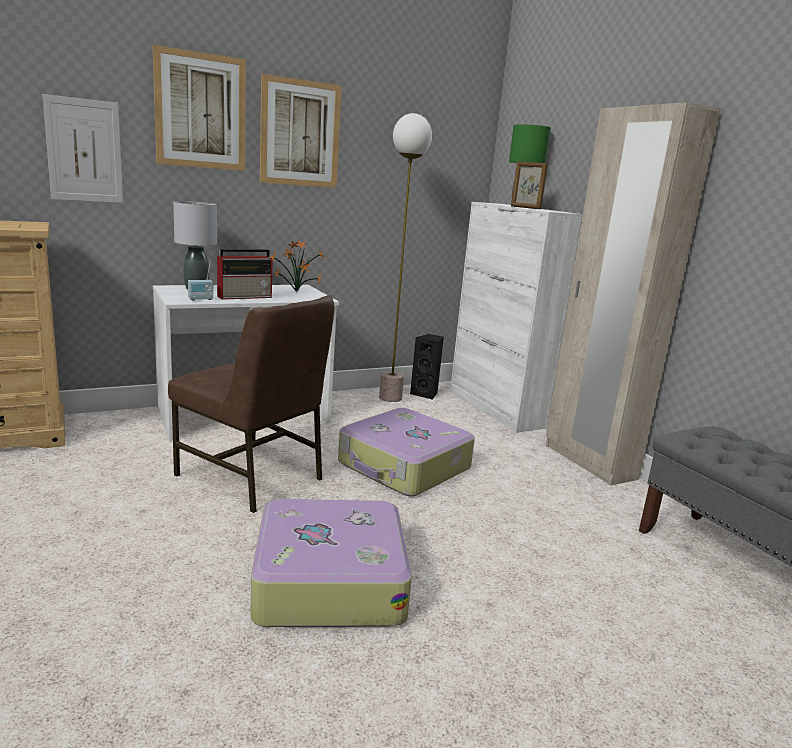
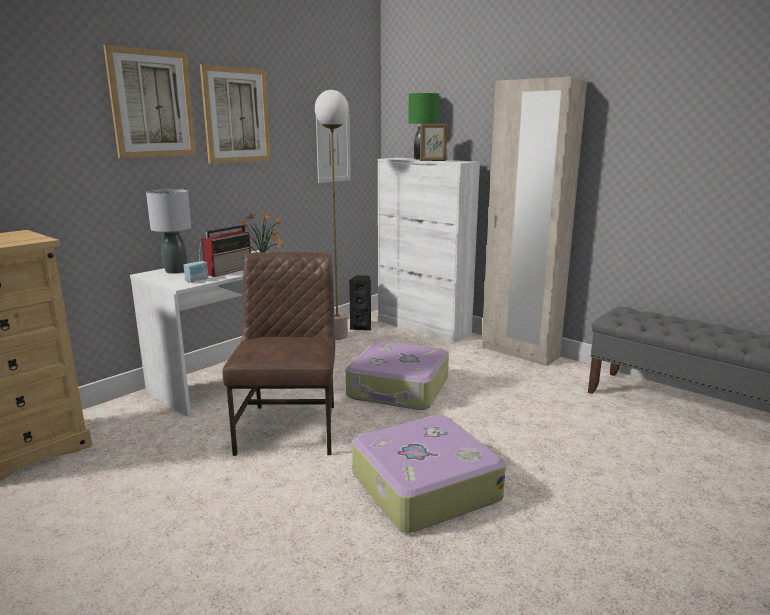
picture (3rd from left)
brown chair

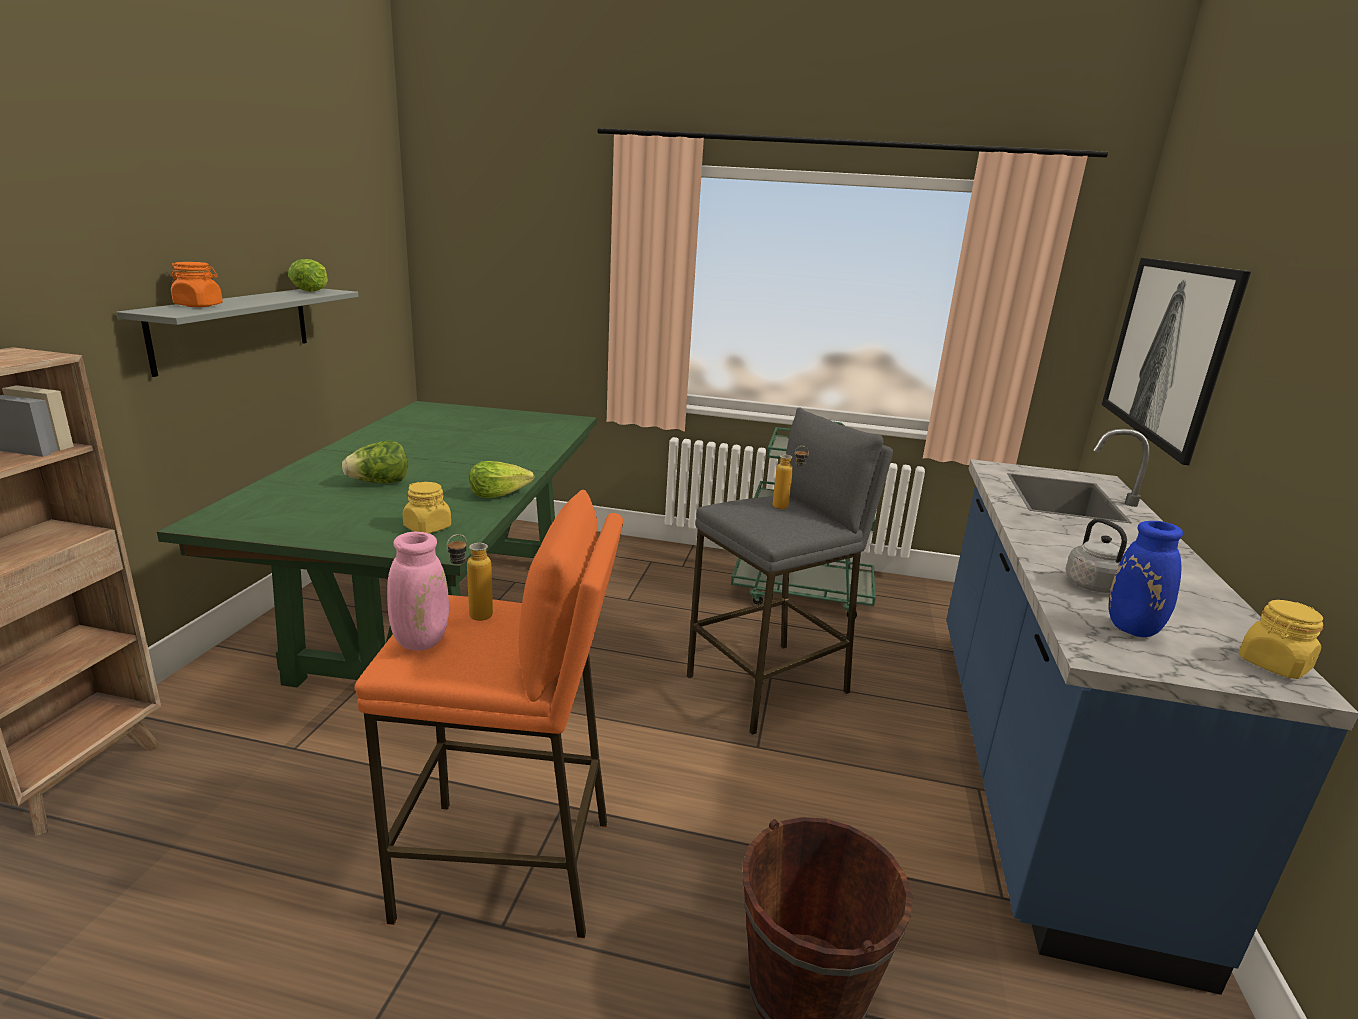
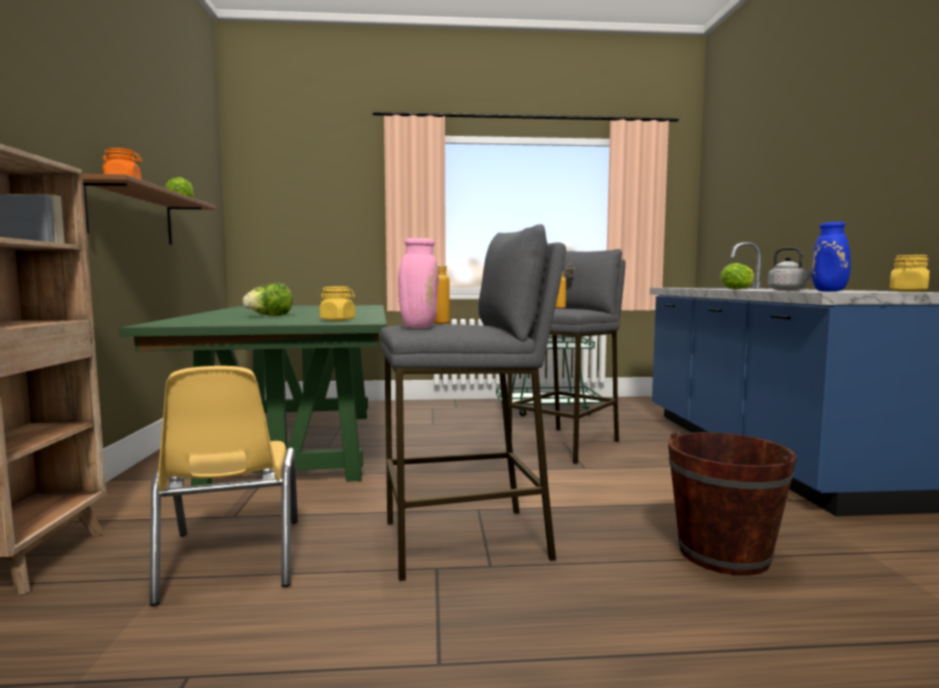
picture
yellow chair
lettuce (3rd from left)
brown shelf
grey stool (1st from left)

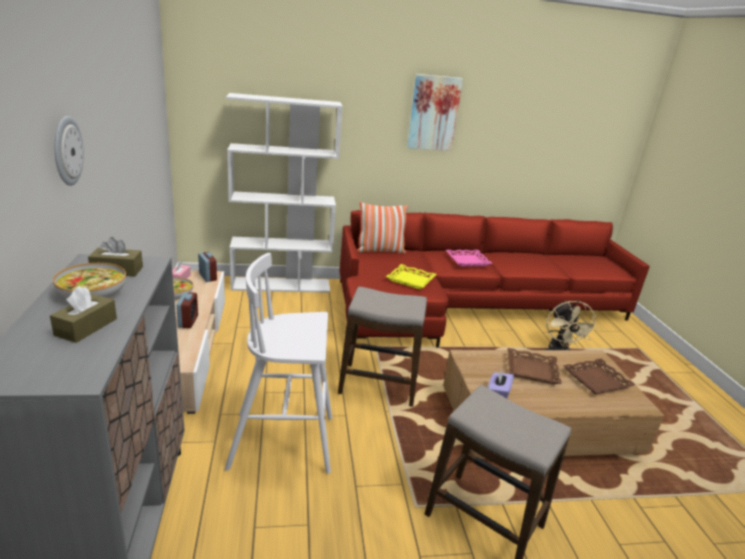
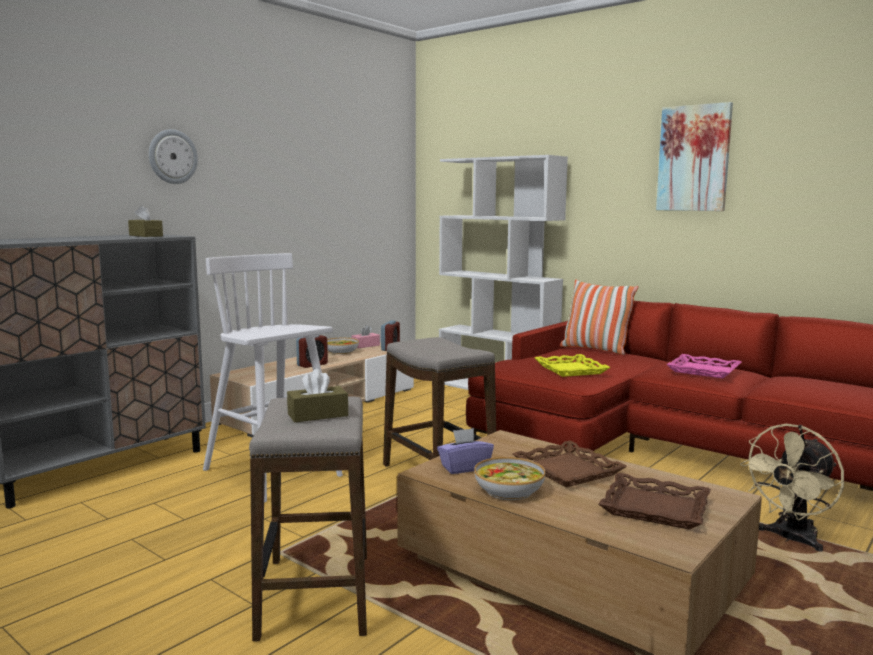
brown tissue box (2nd from left)
bowl (2nd from left)

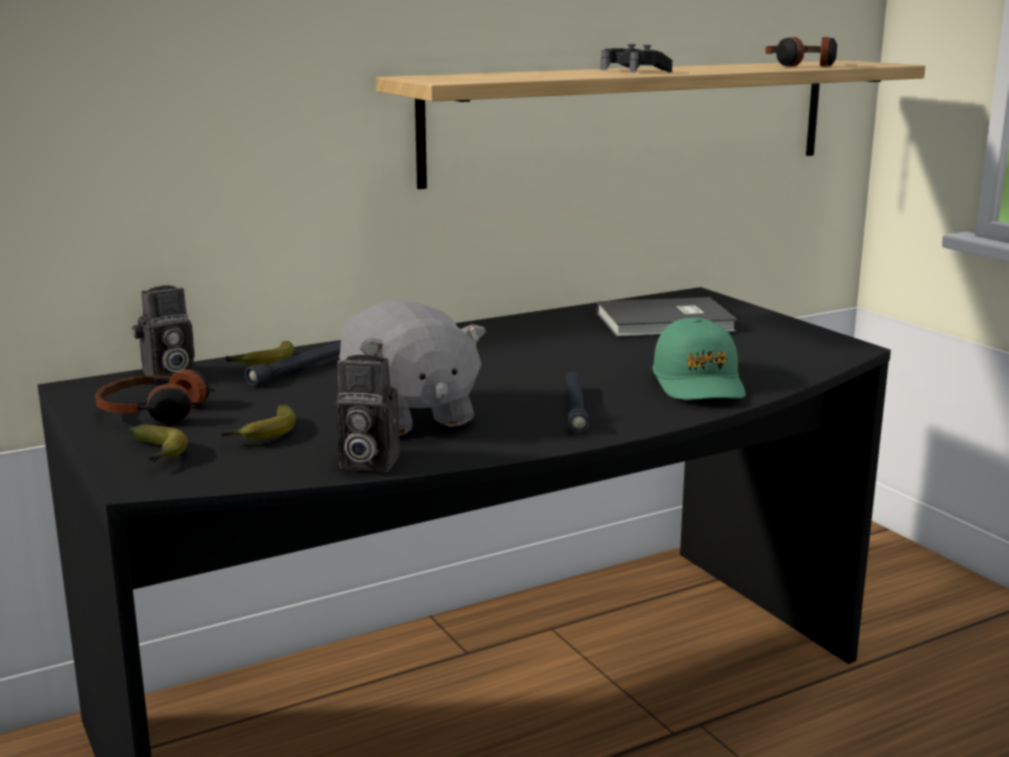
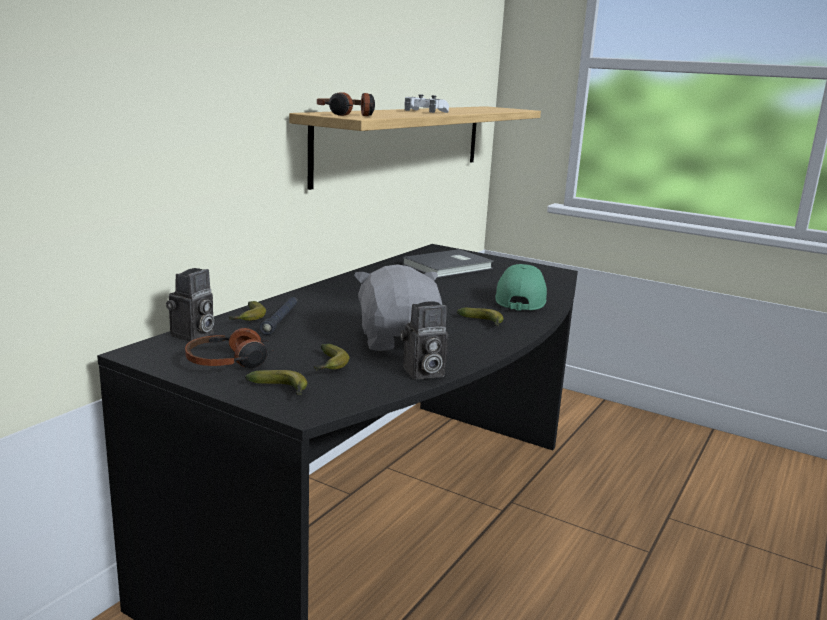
headphones (2nd from left)
banana (4th from left)
white game controller
grey plush toy
green cap

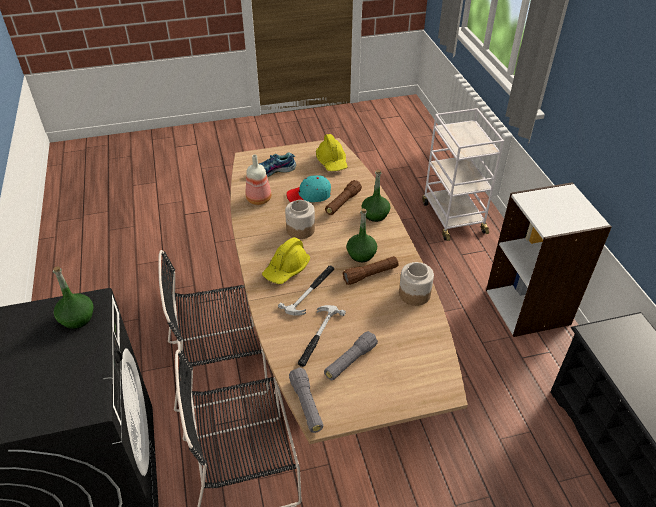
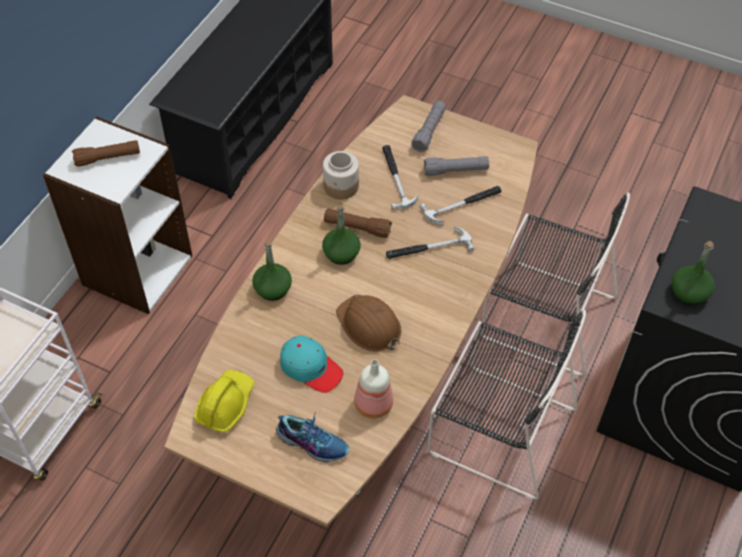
yellow hard hat (1st from left in the first image)
hammer (1st from left)
grey flashlight (1st from left)
brown flashlight (1st from left)
brown hard hat

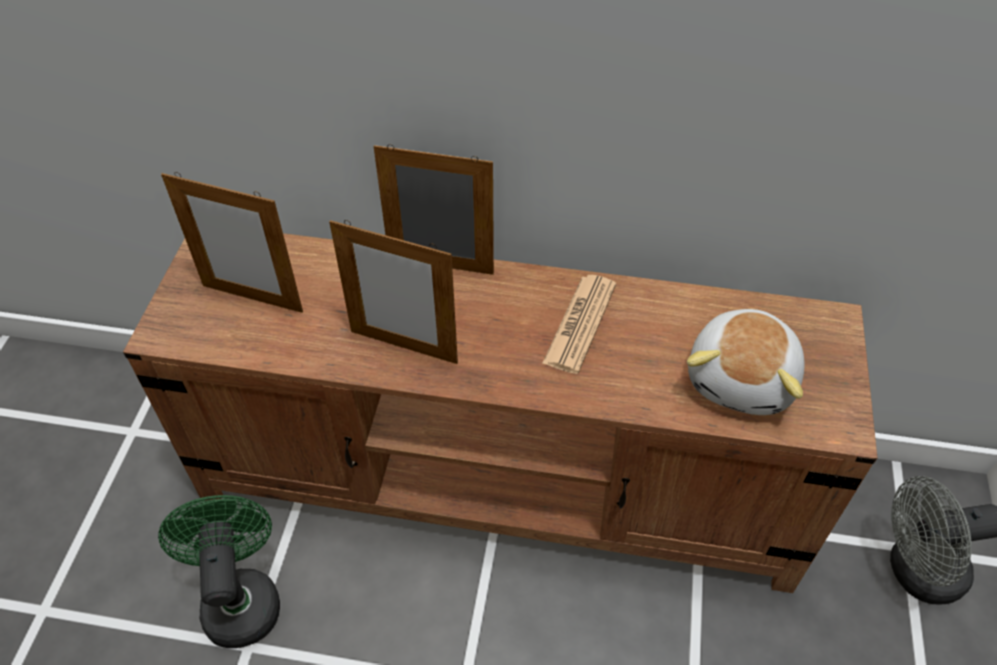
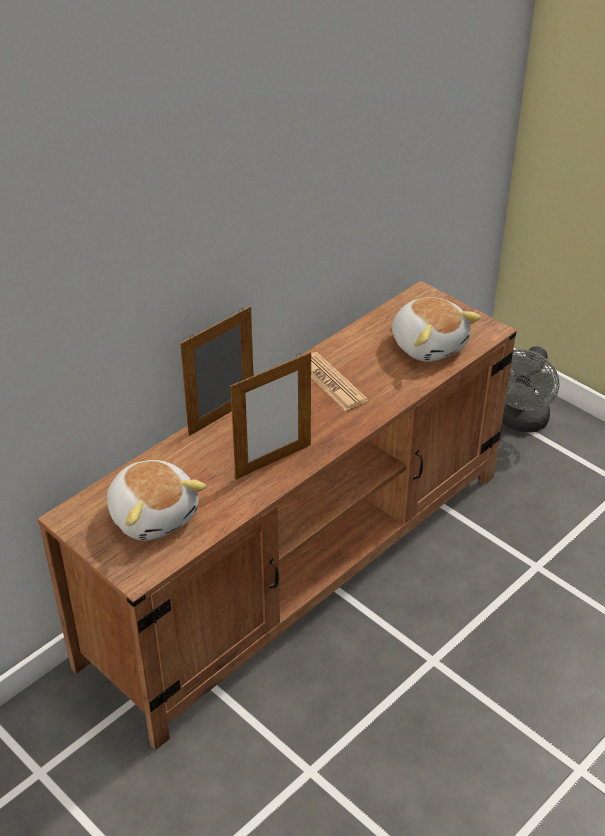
green fan
plush toy (1st from left)

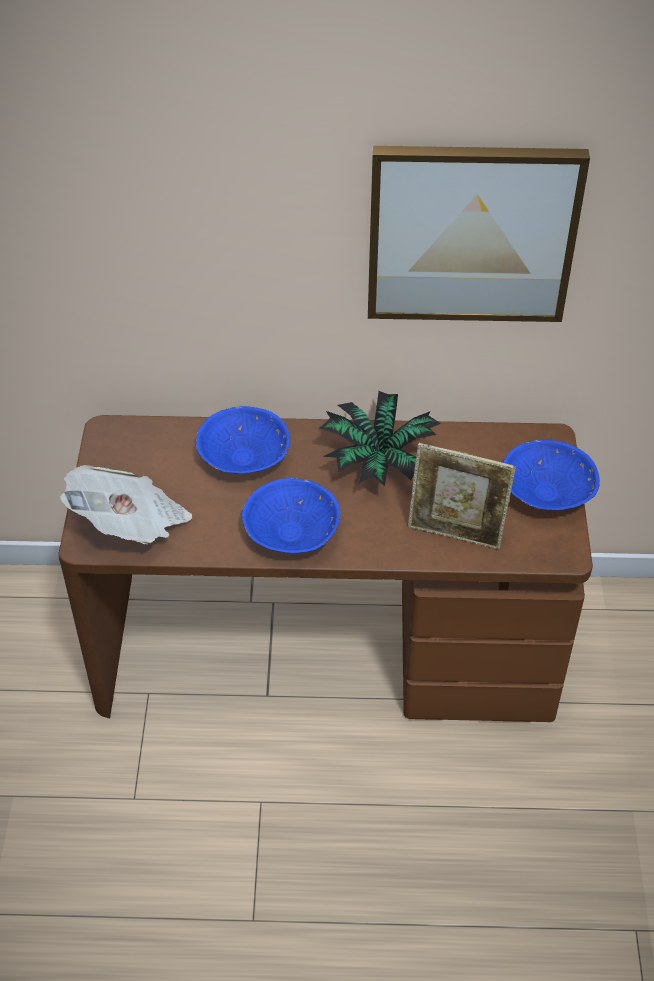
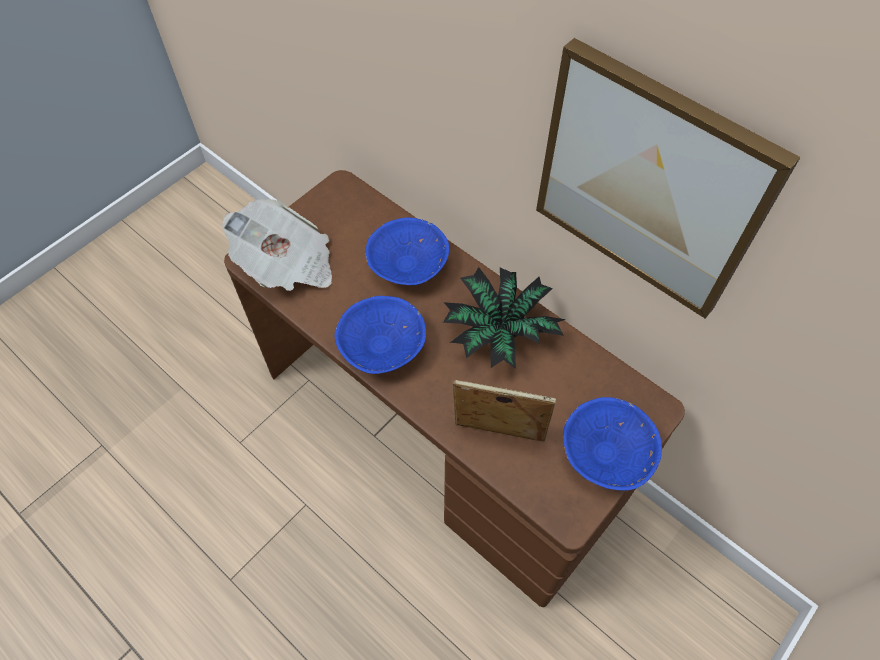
picture frame

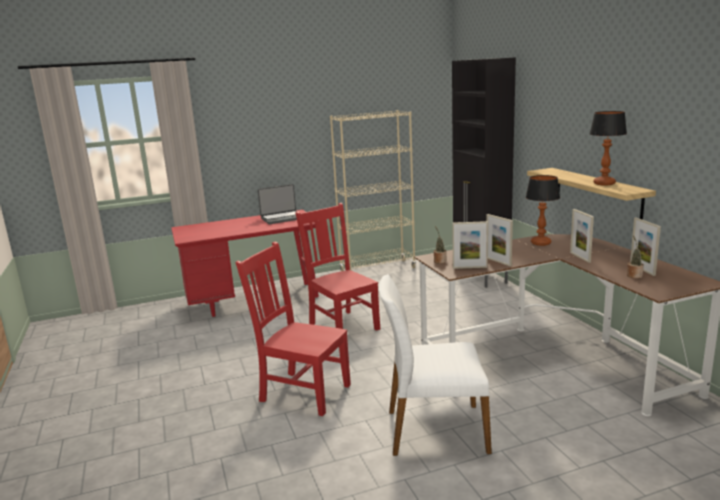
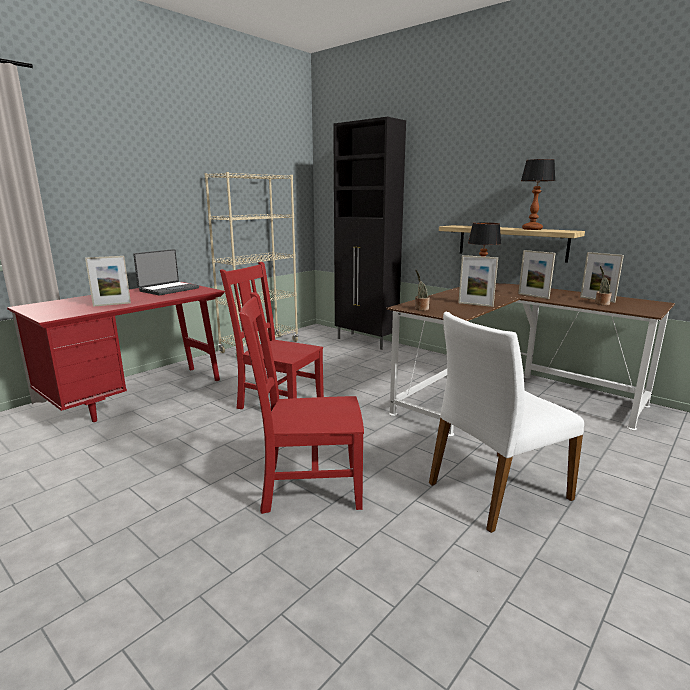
picture frame (1st from left)

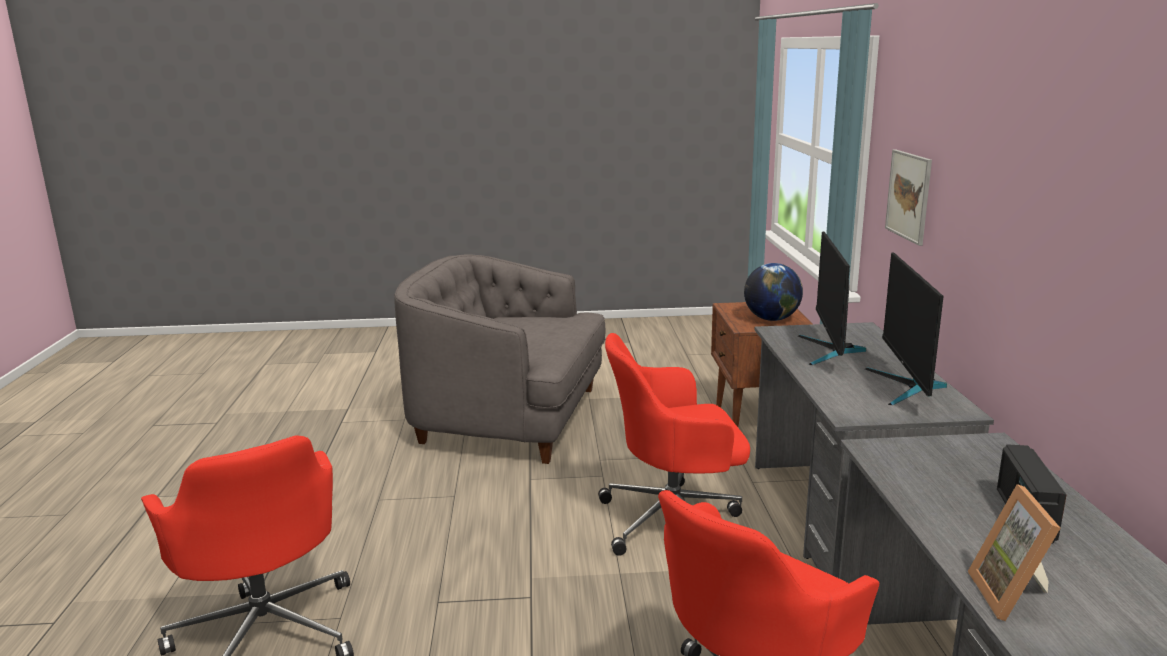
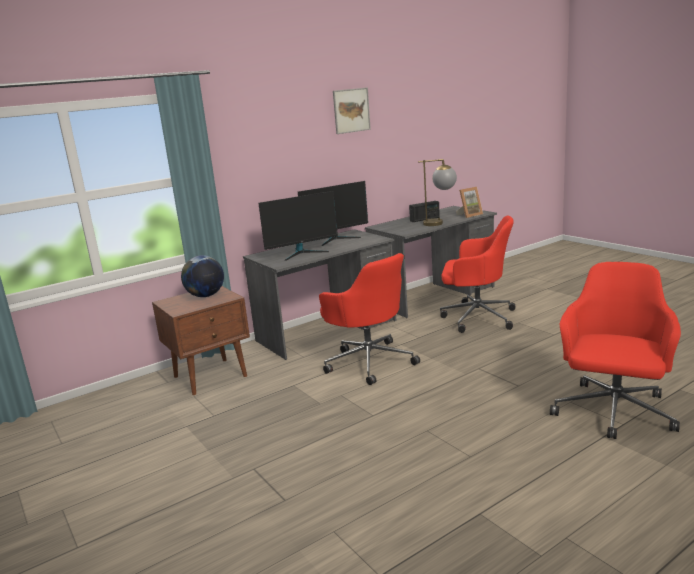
grey armchair
table lamp
picture

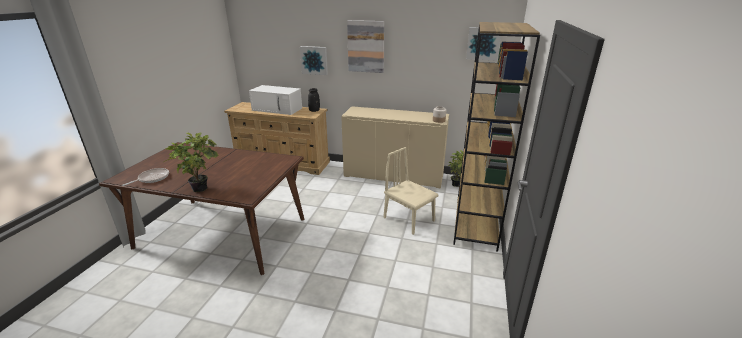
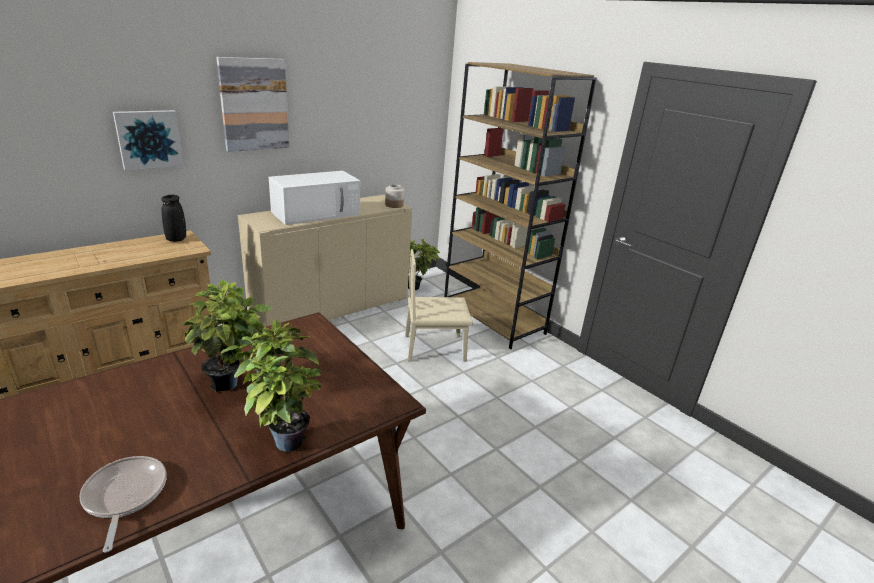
picture (3rd from left in the first image)
potted plant (1st from left)
white microwave

